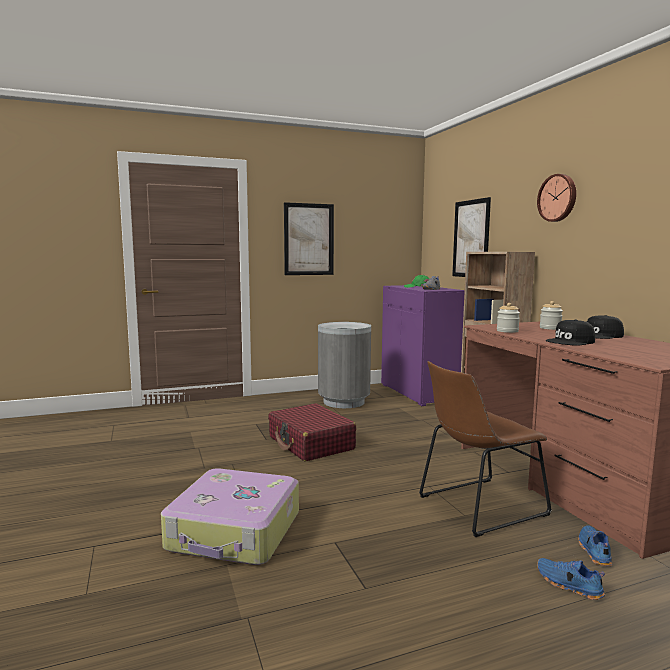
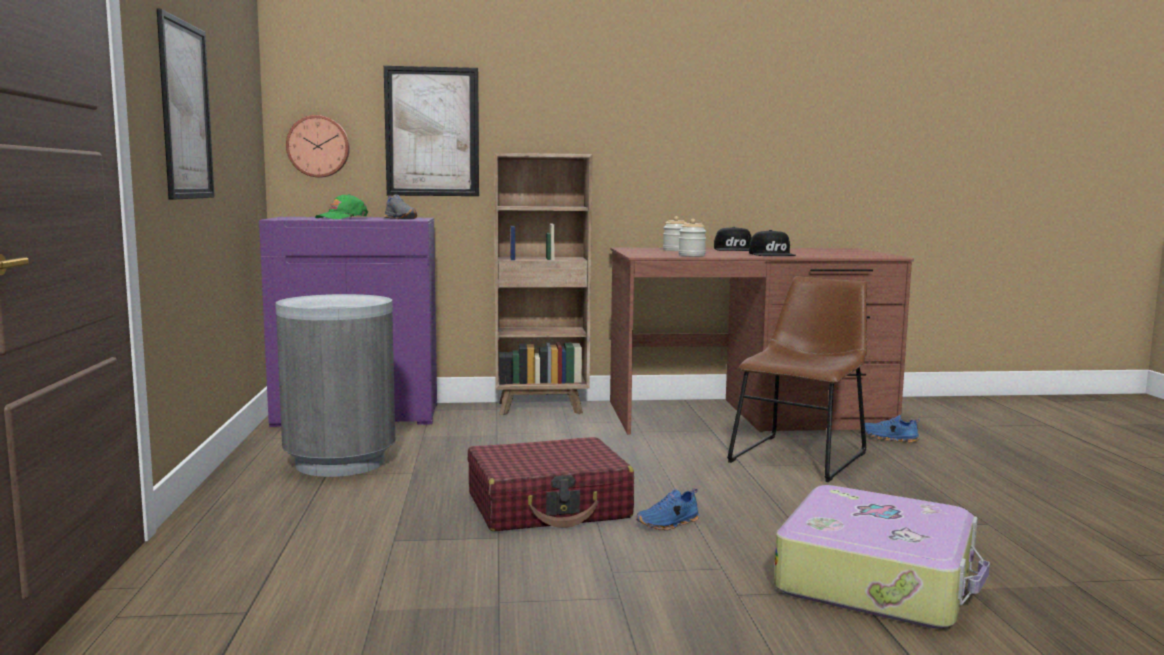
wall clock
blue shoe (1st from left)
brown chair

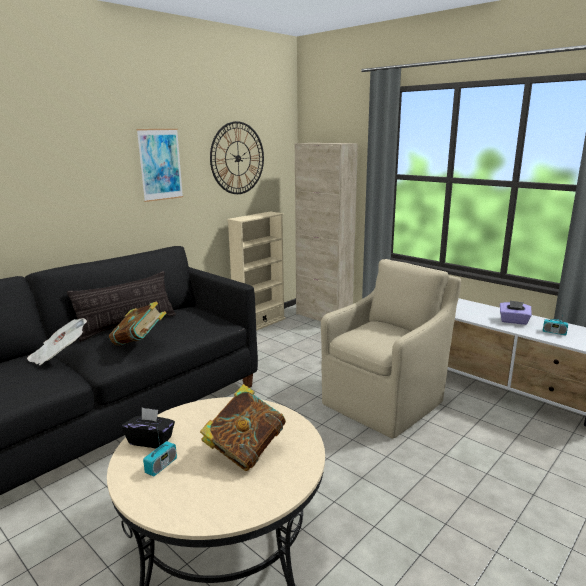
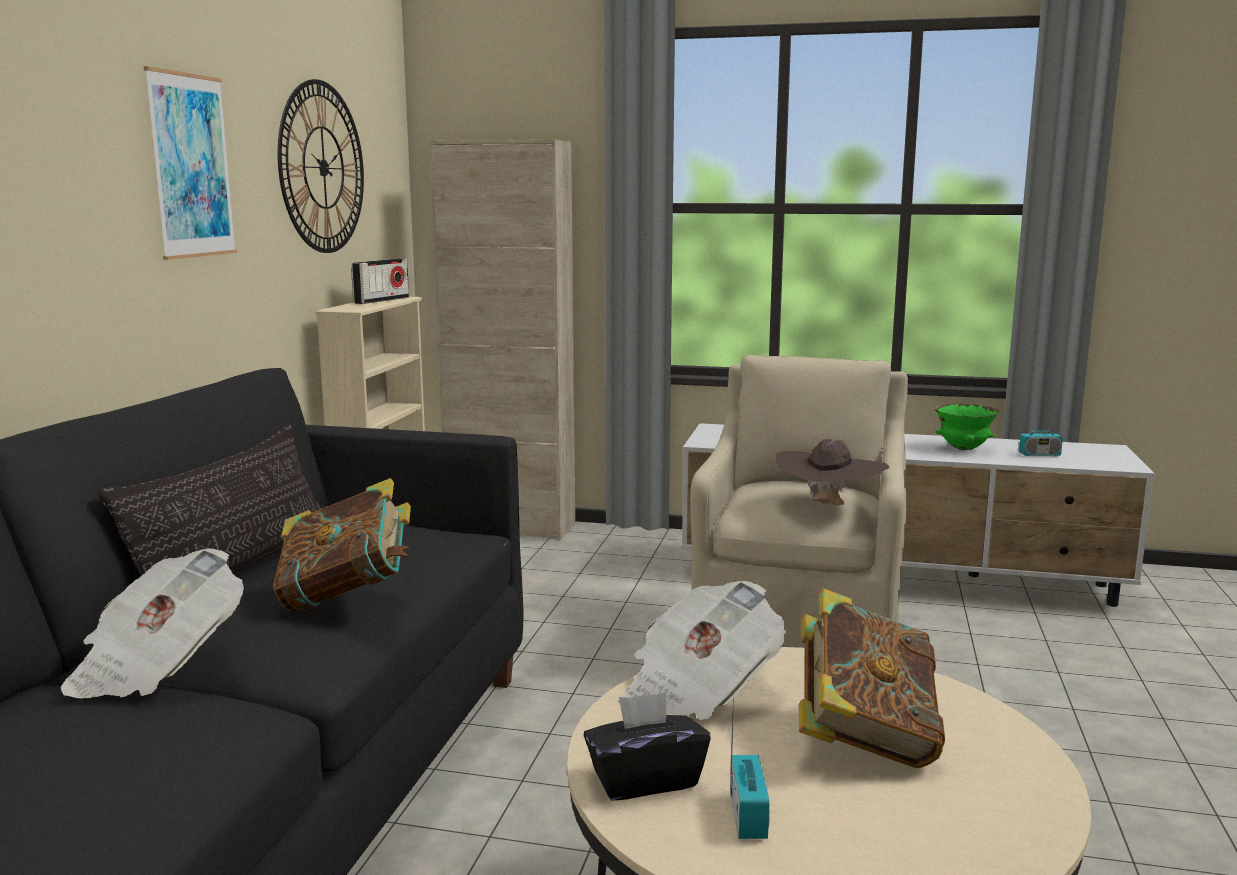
radio (1st from left)
newspaper (2nd from left)
brown hat
green bowl

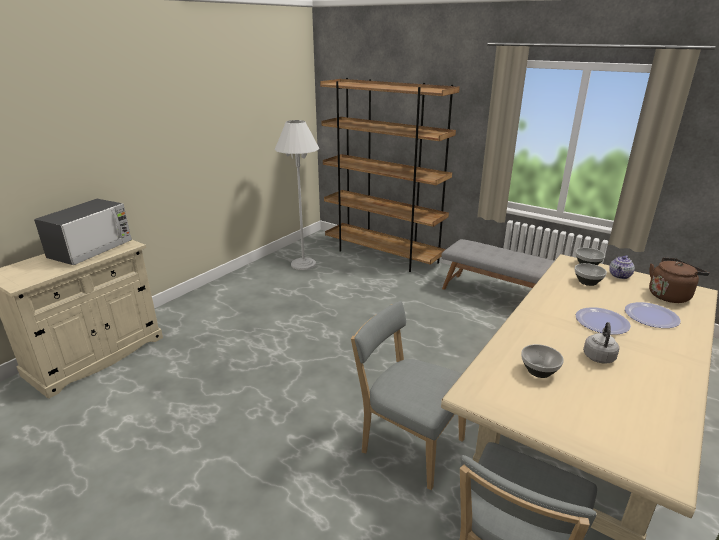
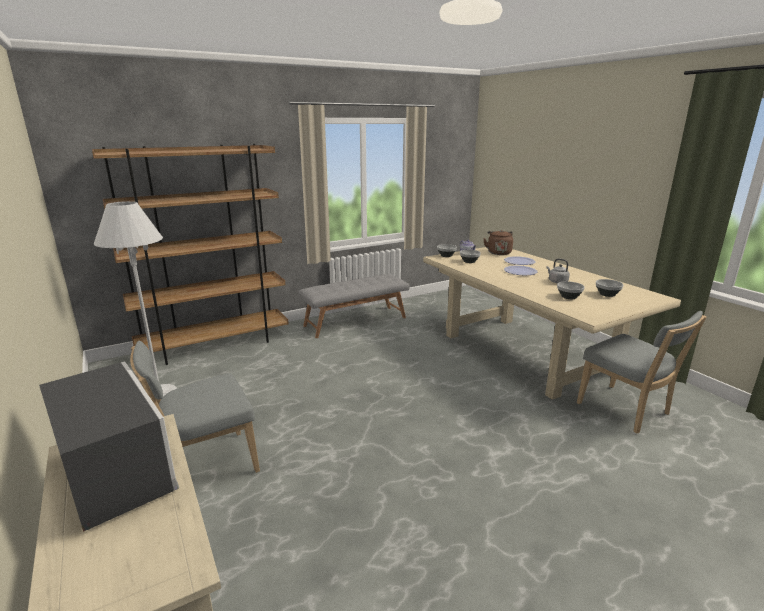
bowl (4th from left)
grey chair (1st from left)

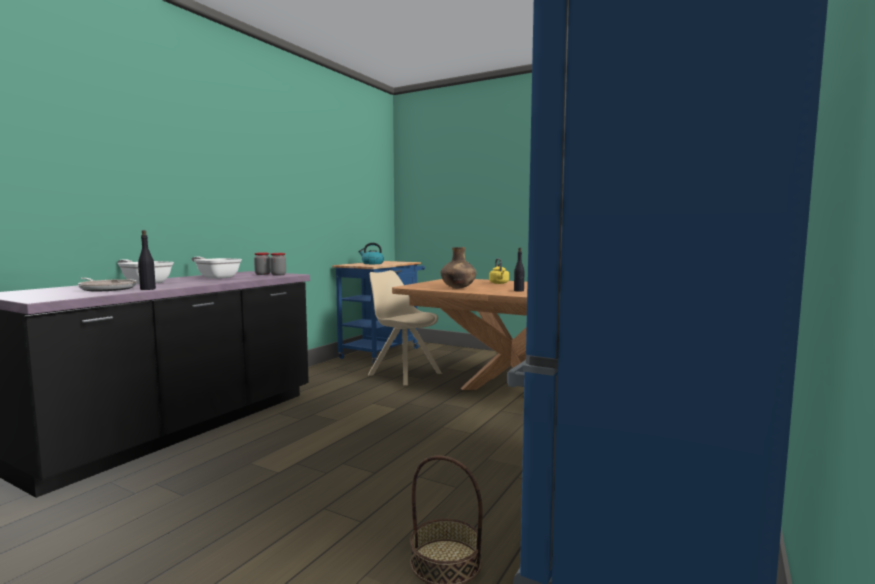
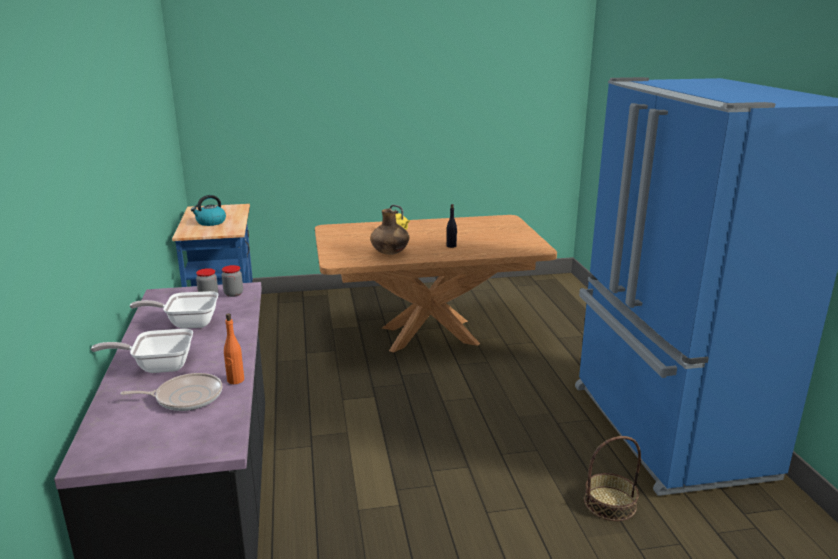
beige chair
orange bottle

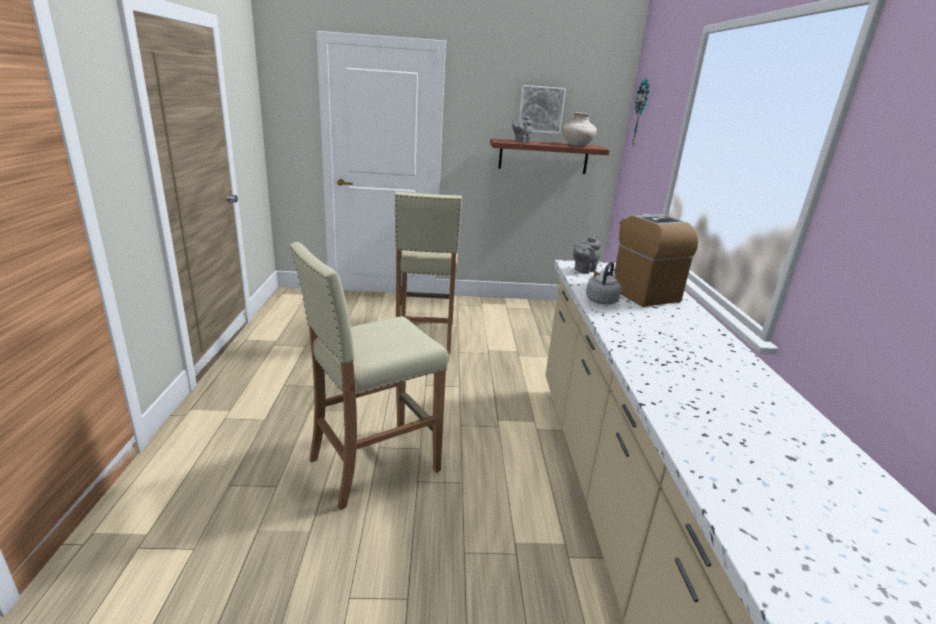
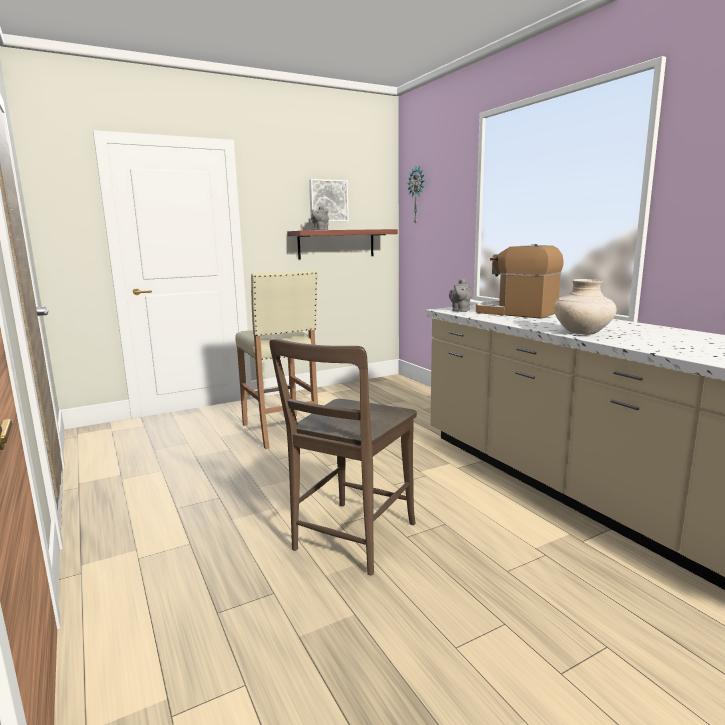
grey kettle
beige vase
brown chair

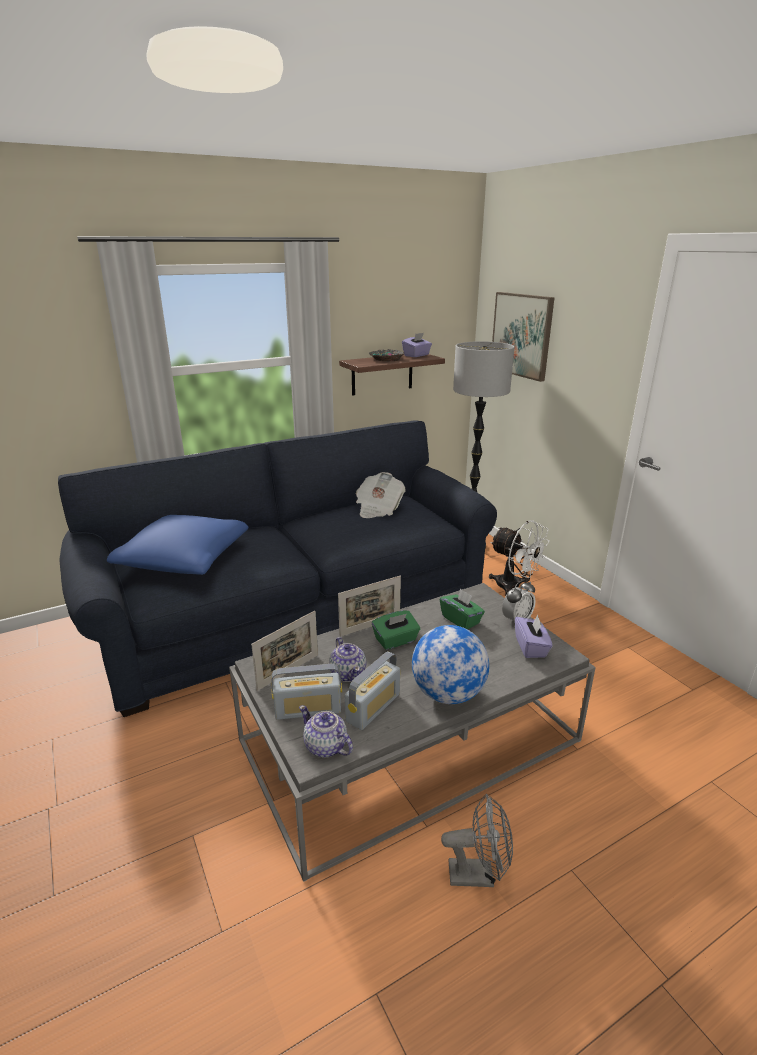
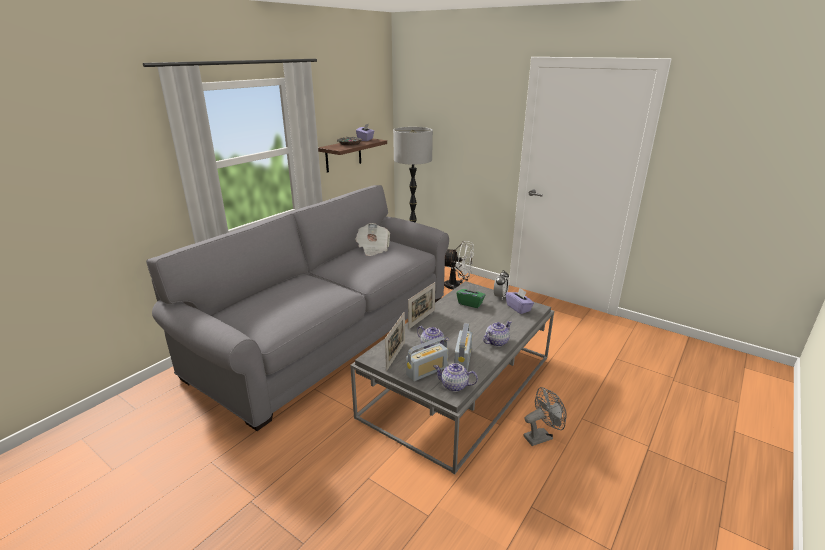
blue pillow
green tissue box (1st from left in the first image)
picture
teapot (3rd from left)
grey sofa

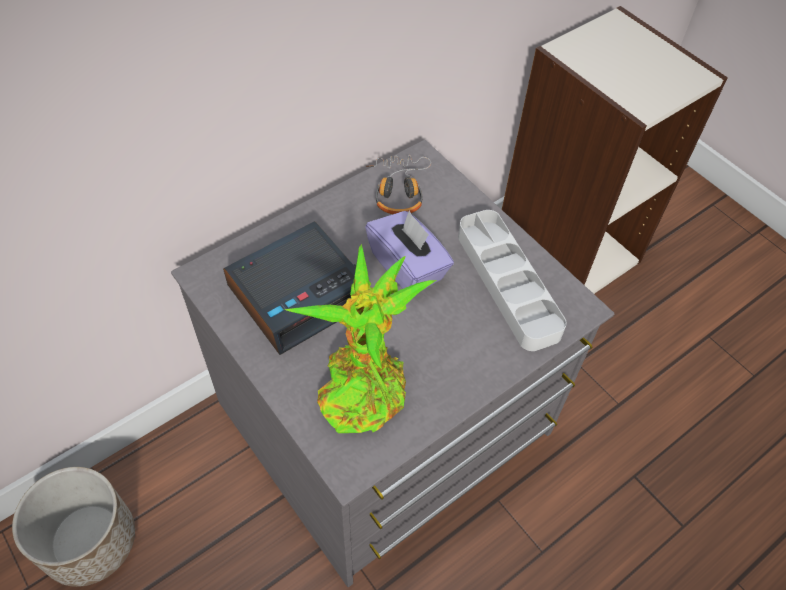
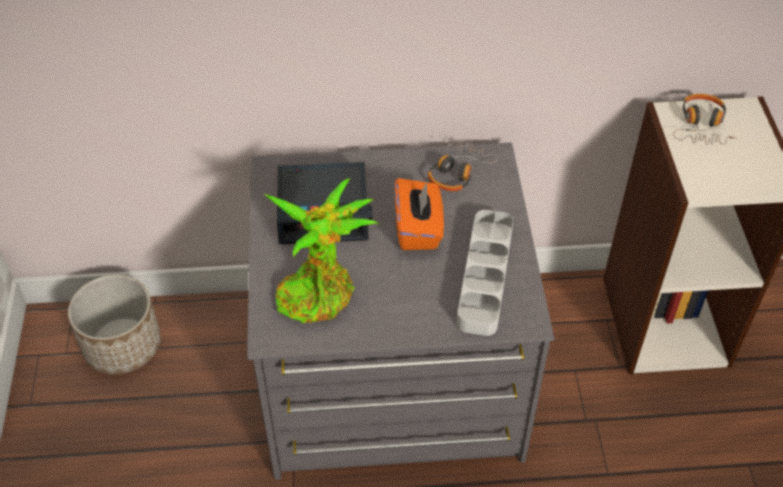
headphones (2nd from left)
orange tissue box

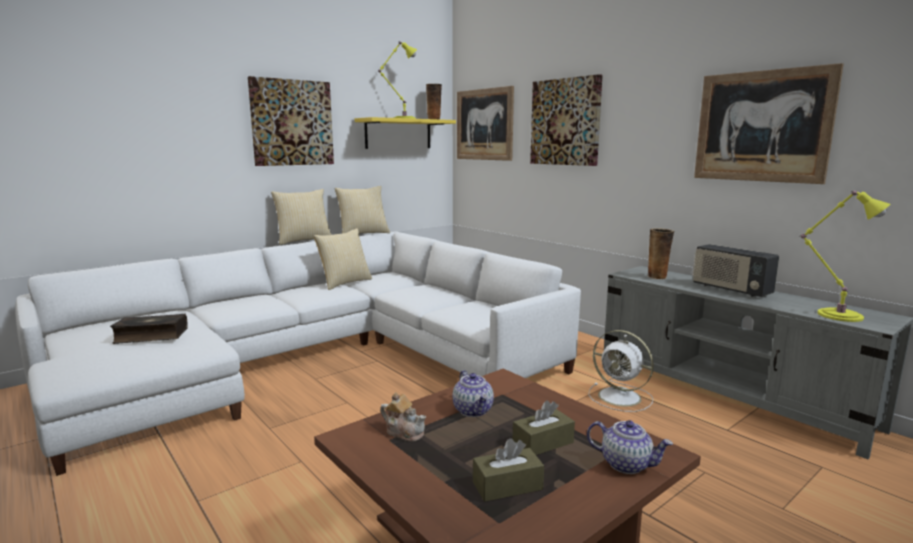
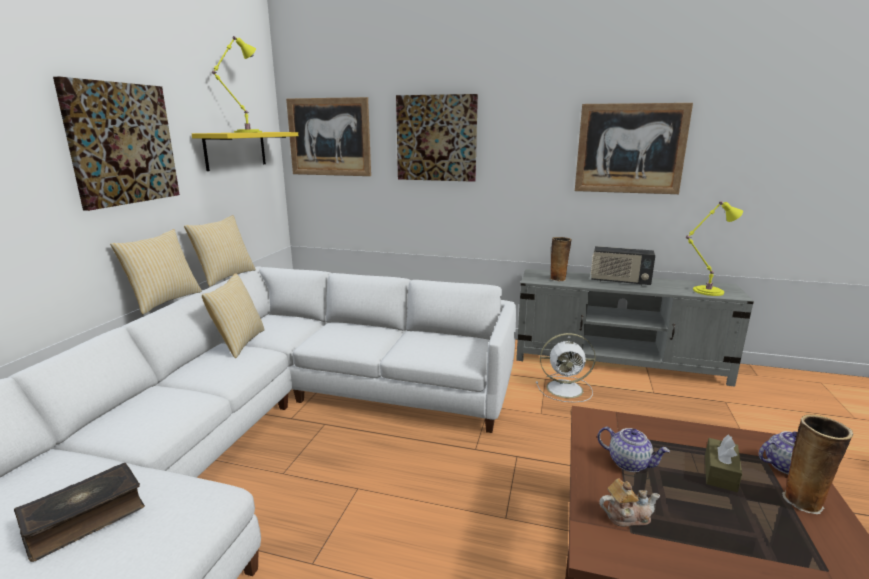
brown tissue box (1st from left in the first image)
vase (2nd from left)

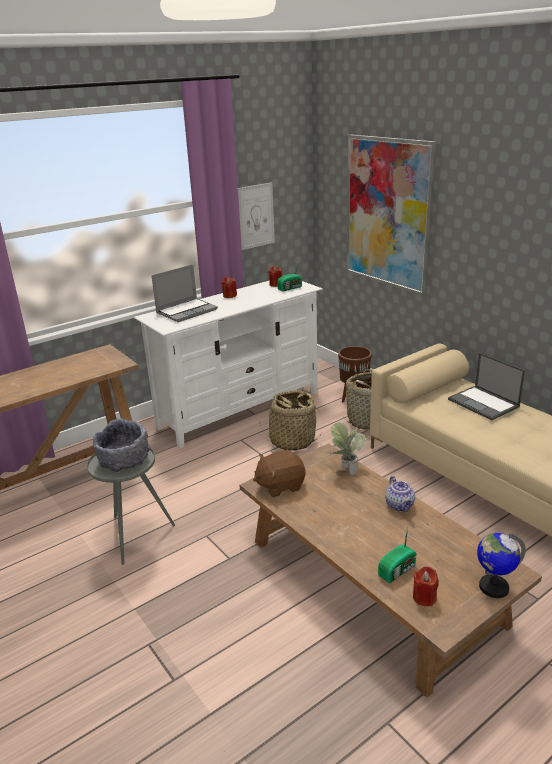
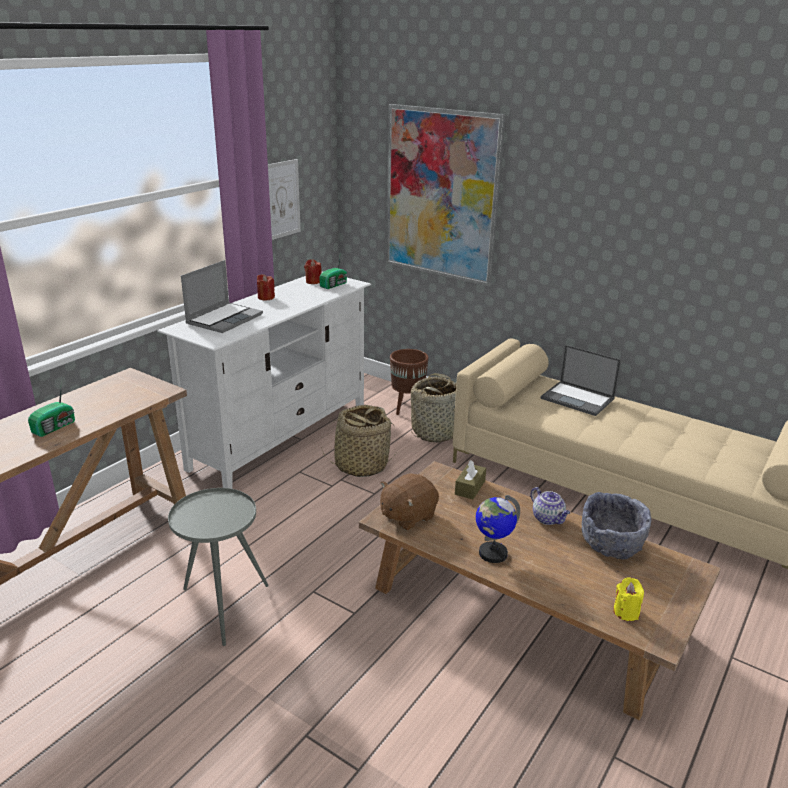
grey bowl
radio (1st from left)
globe
brown tissue box
yellow candle

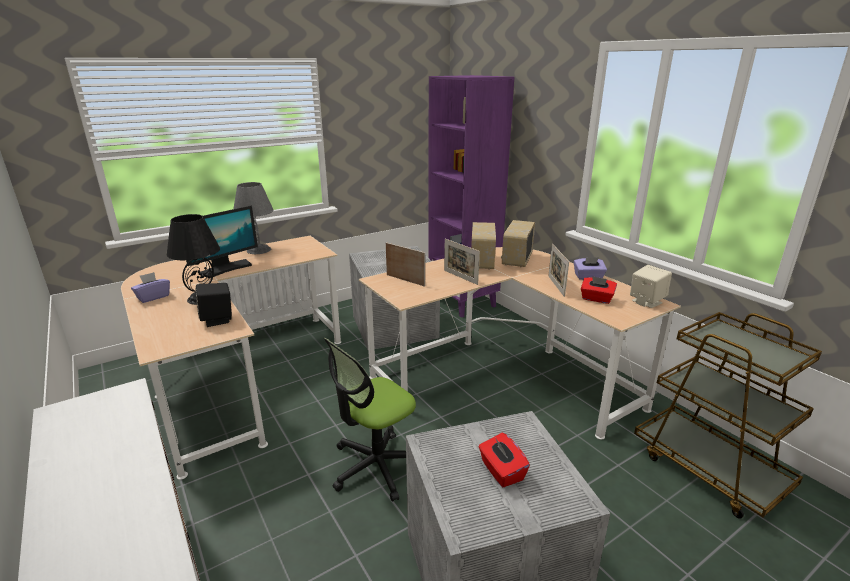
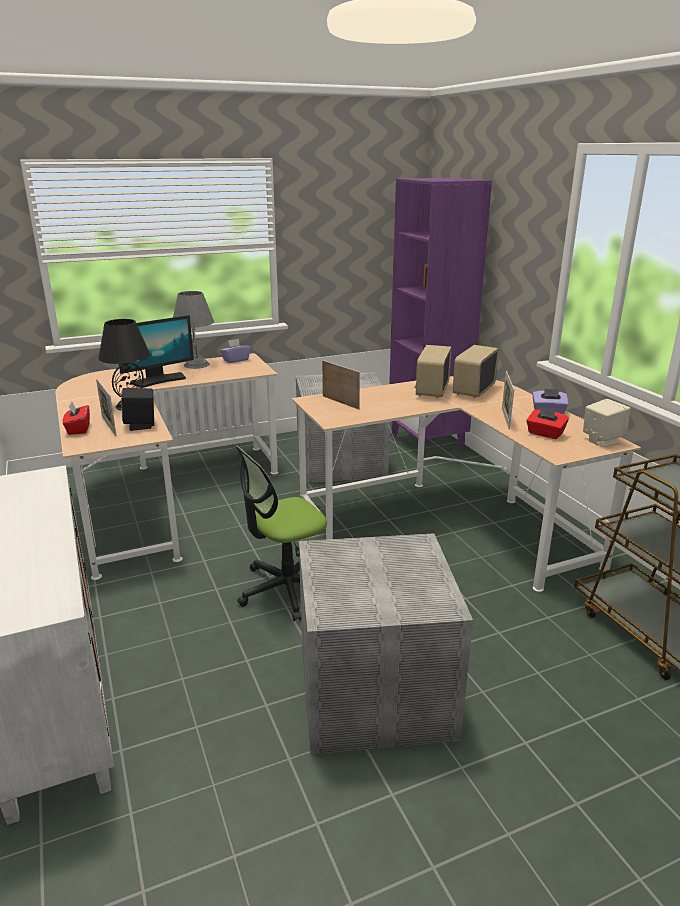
purple tissue box (1st from left)
picture frame (1st from left)
red tissue box (1st from left)

